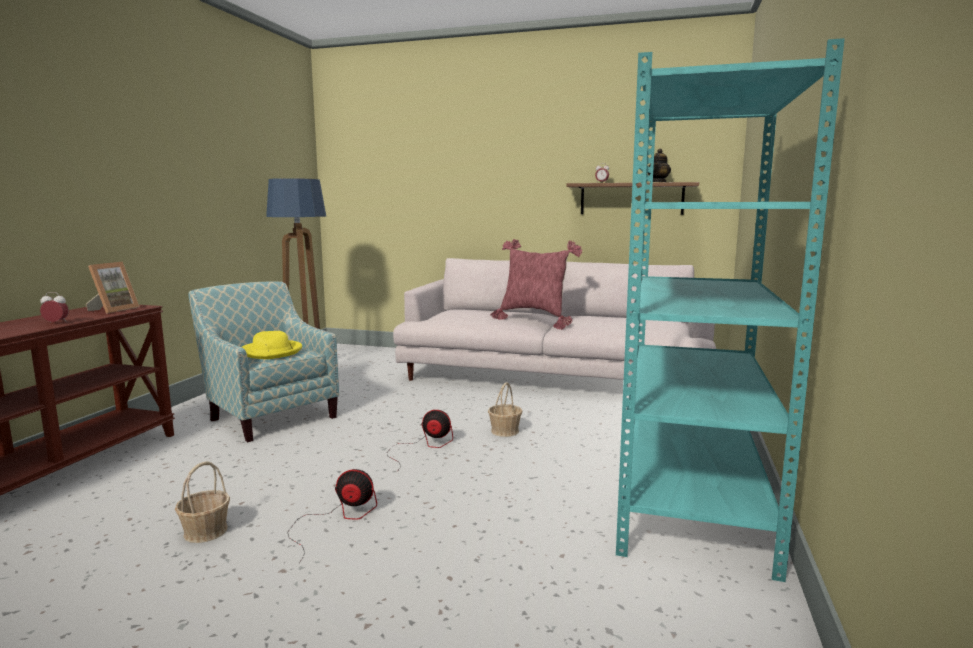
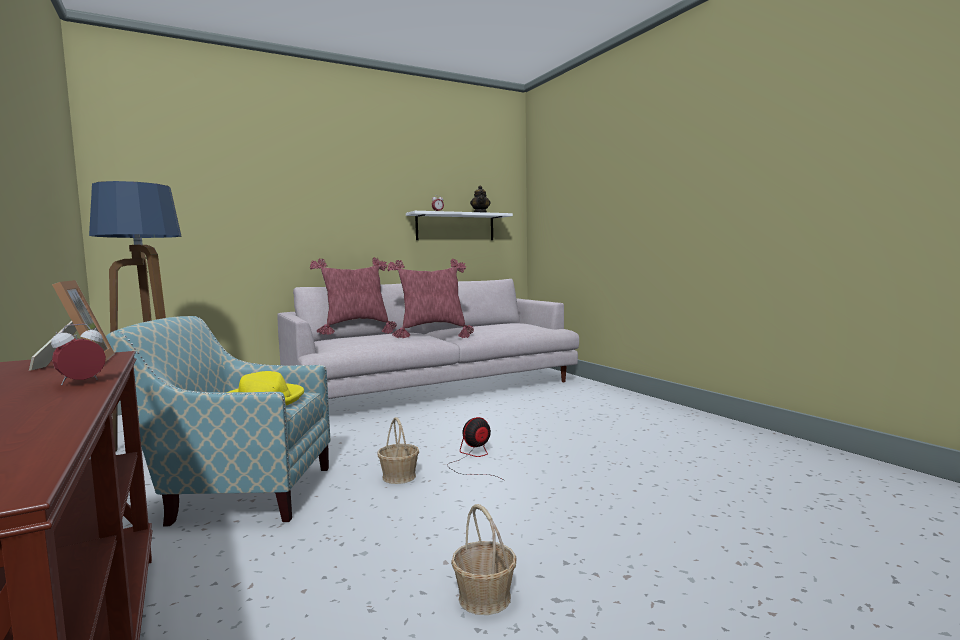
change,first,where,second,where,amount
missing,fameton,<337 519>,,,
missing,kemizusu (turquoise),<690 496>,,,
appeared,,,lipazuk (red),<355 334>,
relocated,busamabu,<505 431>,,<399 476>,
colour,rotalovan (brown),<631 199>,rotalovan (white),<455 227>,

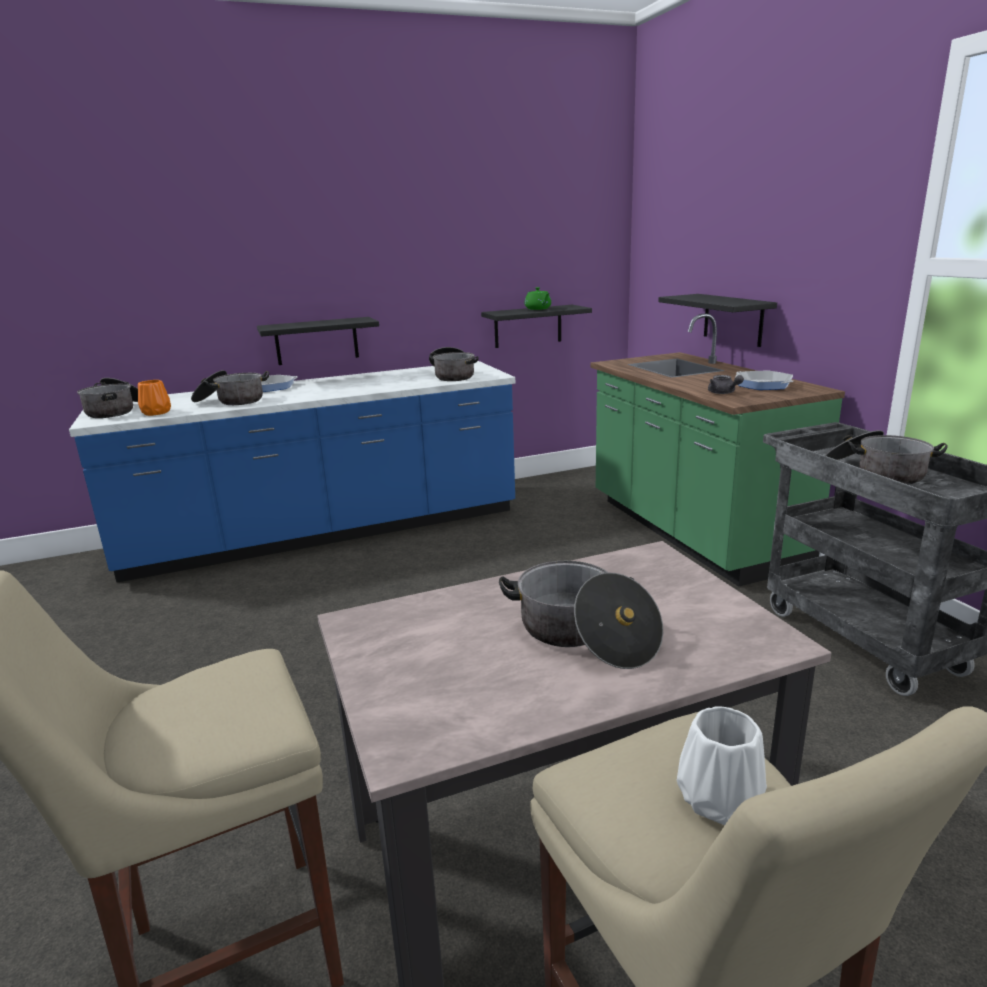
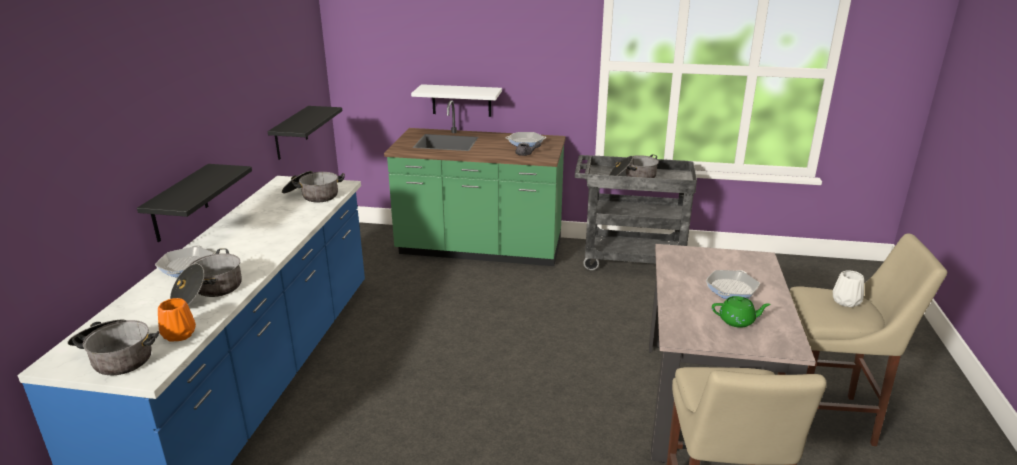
change,first,where,second,where,amount
relocated,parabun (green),<538 309>,,<737 321>,
exchanged,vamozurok,<583 635>,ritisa,<731 289>,
colour,rotalovan (black),<733 319>,rotalovan (white),<461 100>,

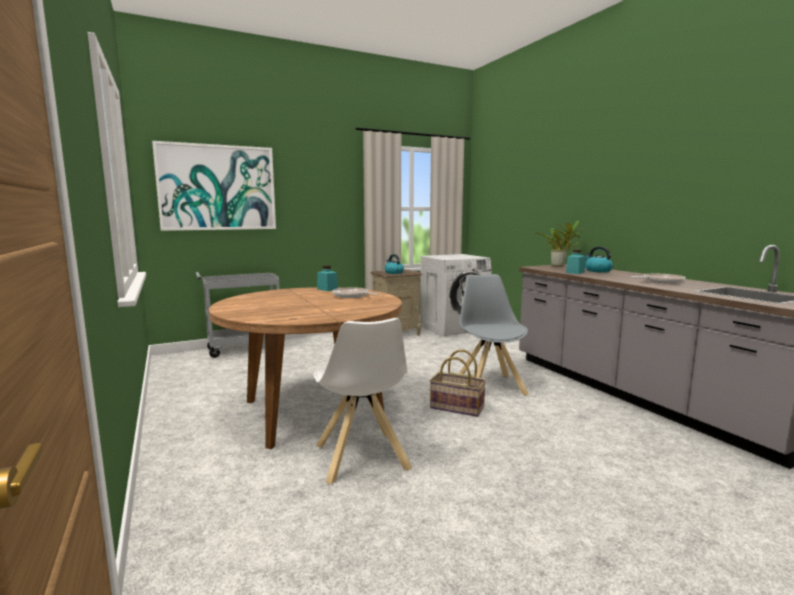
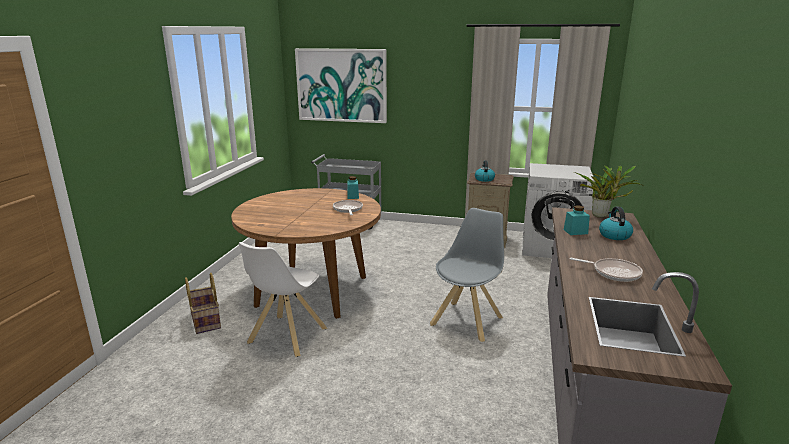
change,first,where,second,where,amount
relocated,busamabu,<456 407>,,<205 321>,

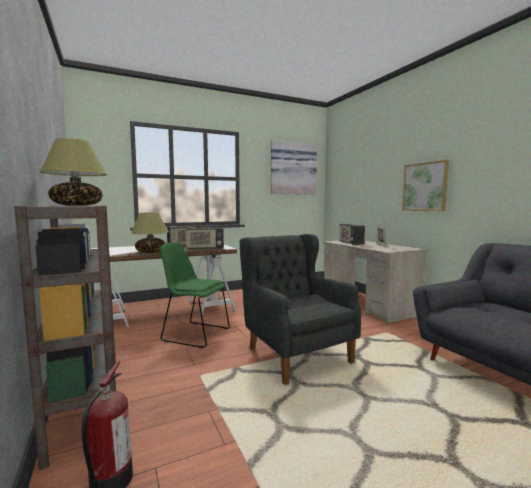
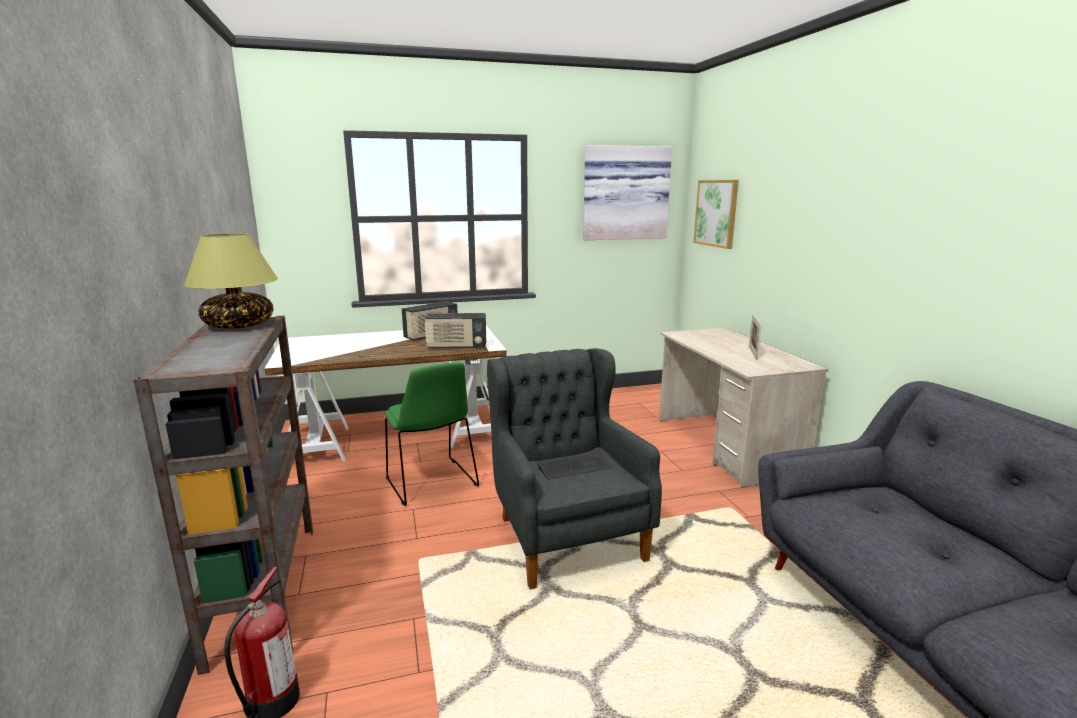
change,first,where,second,where,amount
missing,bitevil,<150 252>,,,
missing,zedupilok,<350 243>,,,
relocated,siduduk,<425 187>,,<716 213>,
spun,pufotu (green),<194 334>,,<432 483>,150 degrees counterclockwise

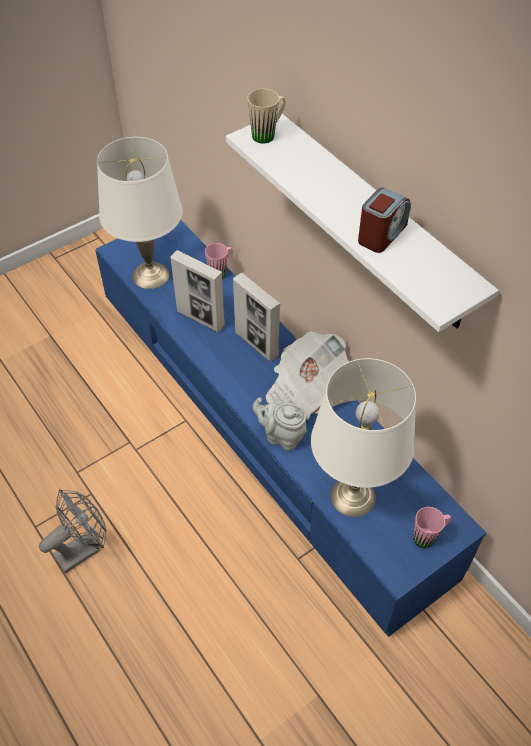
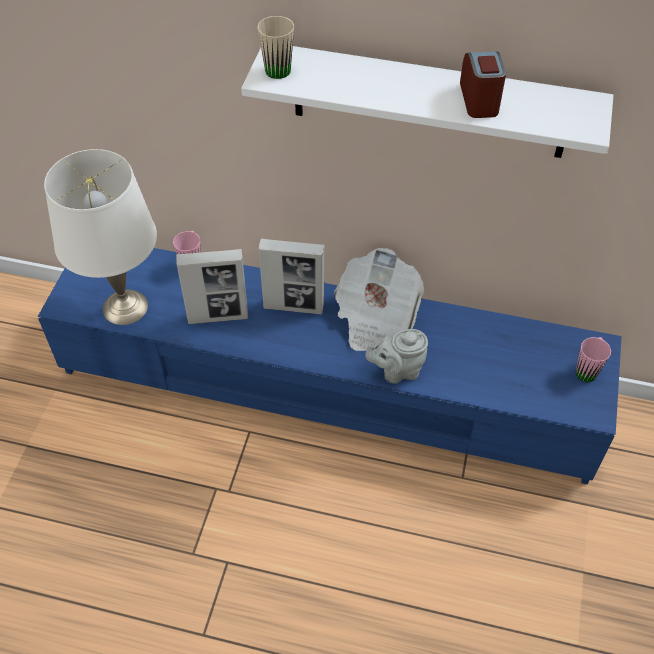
change,first,where,second,where,amount
missing,fameton (grey),<83 548>,,,
missing,bitevil (white),<352 495>,,,

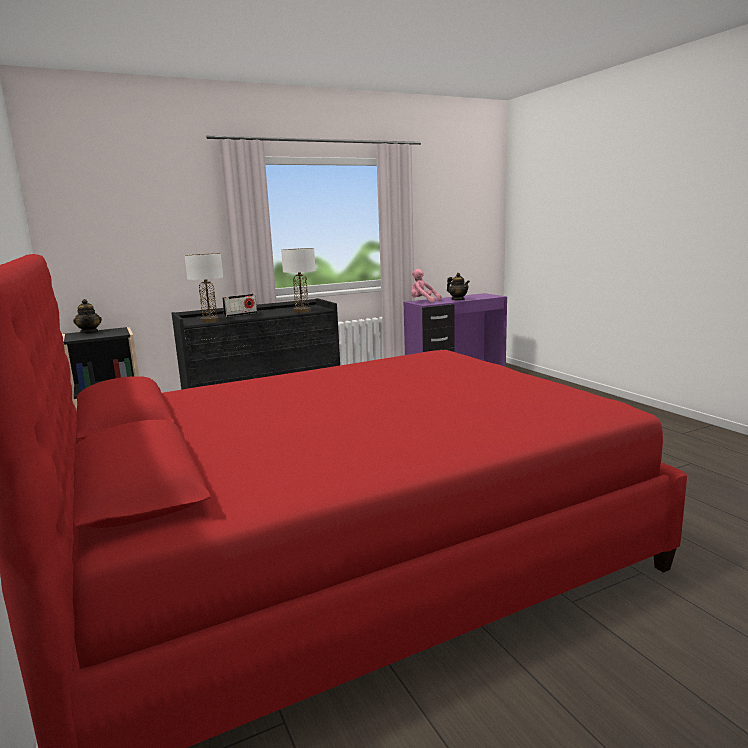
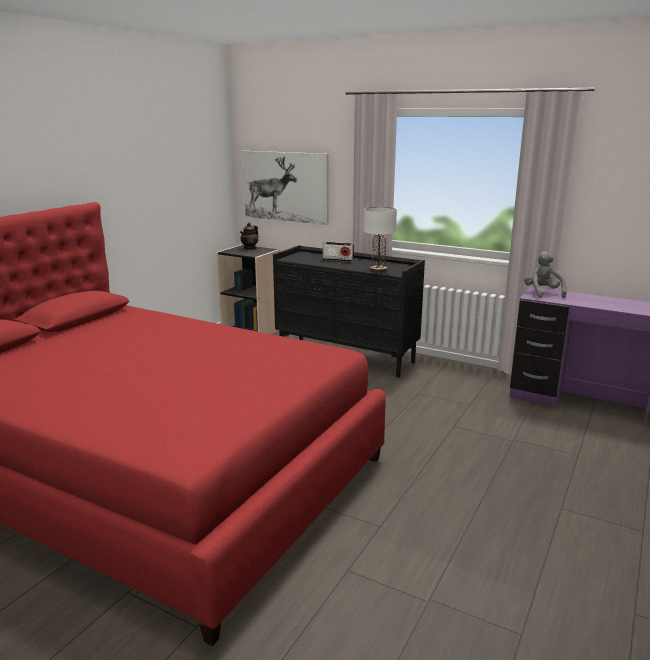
change,first,where,second,where,amount
missing,bitevil,<210 321>,,,
missing,parabun,<458 300>,,,
appeared,,,siduduk,<285 186>,
colour,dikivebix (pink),<423 302>,dikivebix (grey),<542 293>,

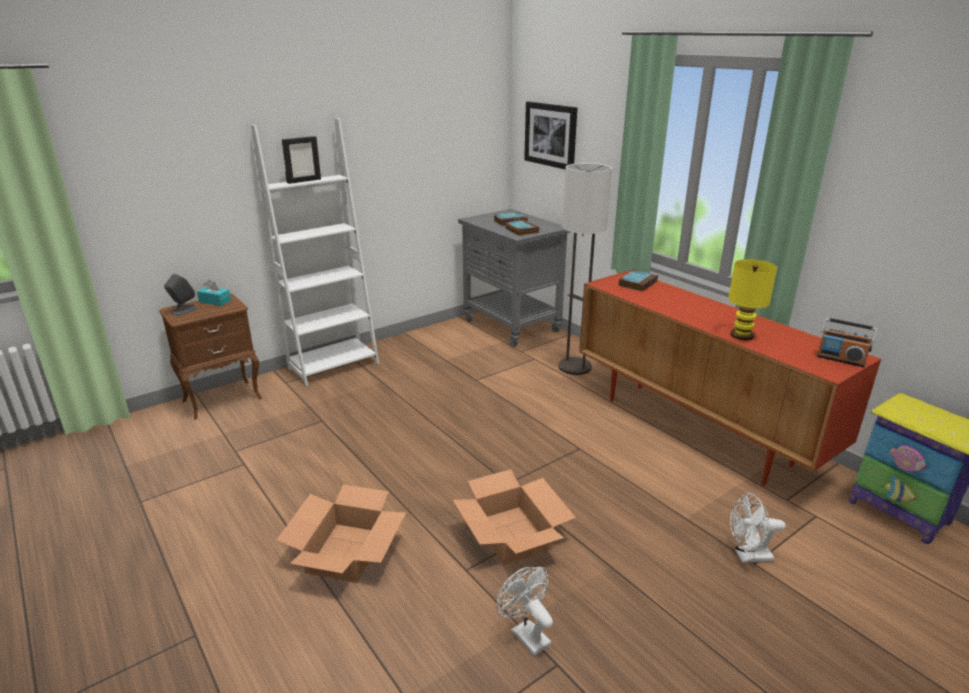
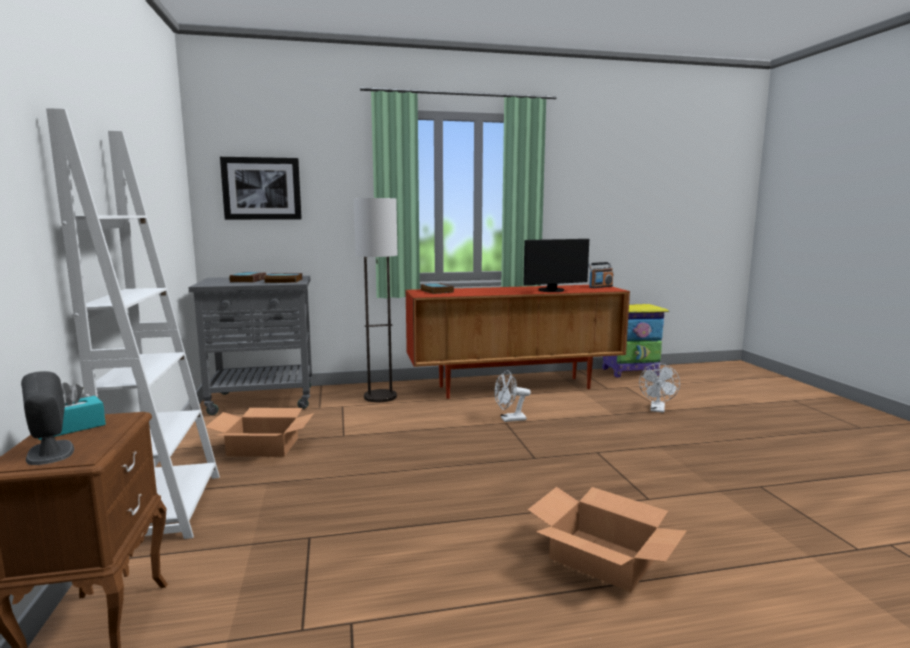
change,first,where,second,where,amount
missing,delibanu,<304 181>,,,
relocated,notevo,<512 534>,,<263 447>,
relocated,fameton (white),<525 634>,,<509 419>,
exchanged,bitevil (yellow),<742 335>,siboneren,<553 291>,

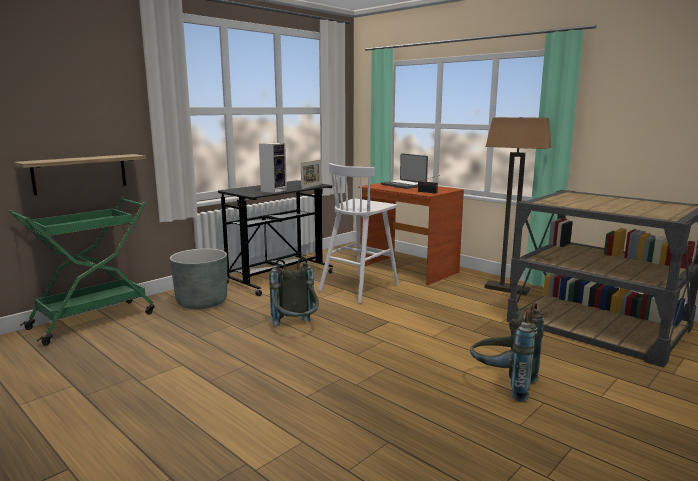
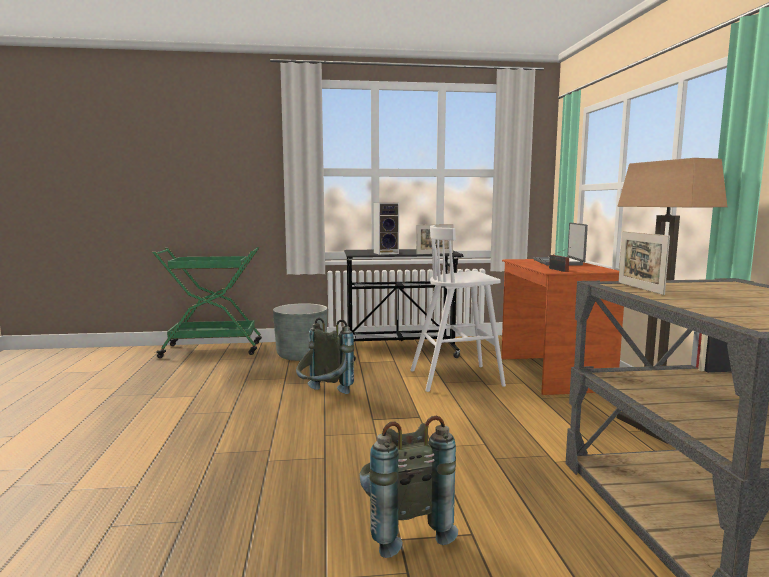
change,first,where,second,where,amount
missing,rotalovan,<80 174>,,,
appeared,,,delibanu,<639 288>,

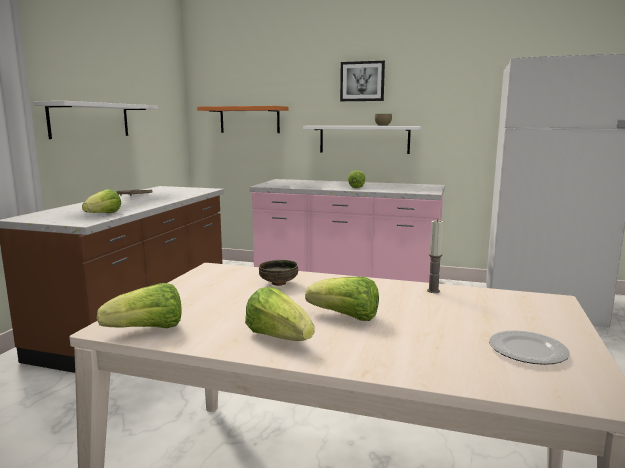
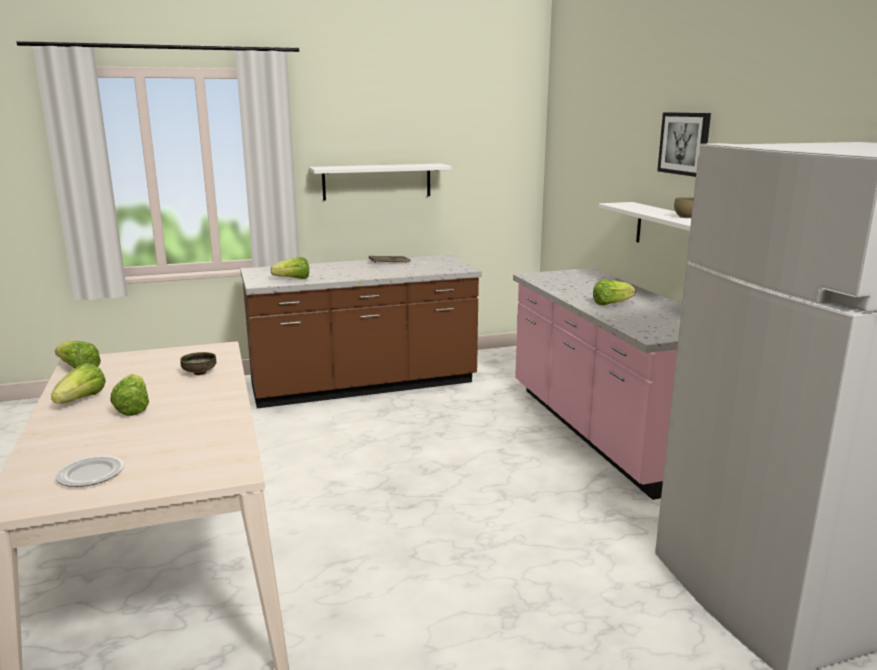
change,first,where,second,where,amount
missing,rotalovan (orange),<249 120>,,,
missing,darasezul,<433 291>,,,

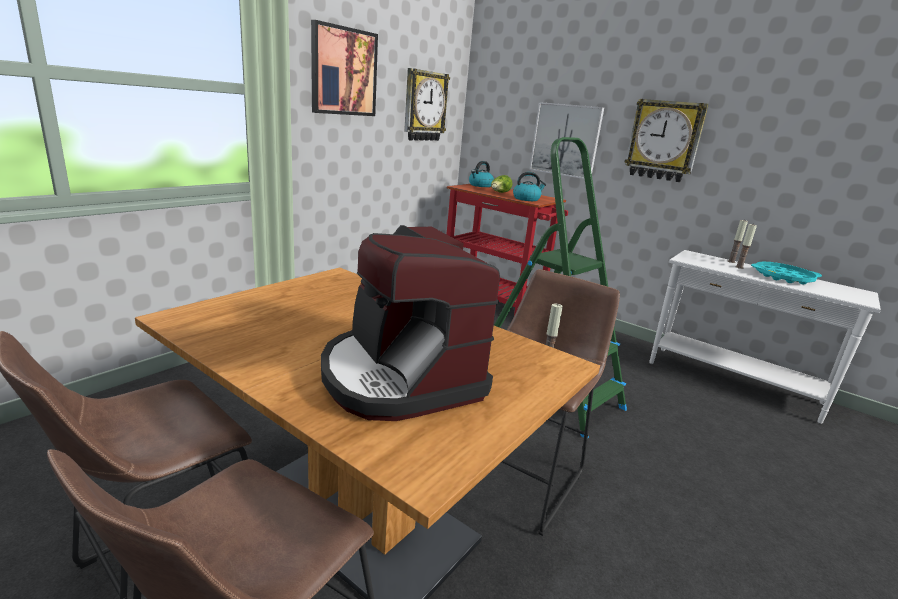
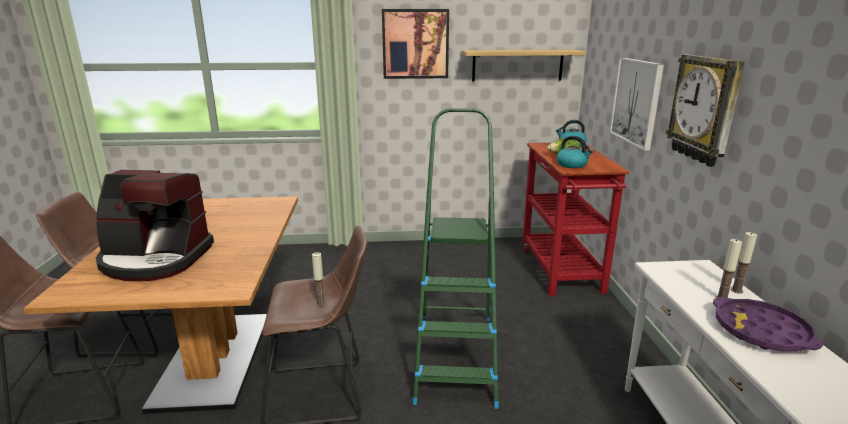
change,first,where,second,where,amount
exchanged,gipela,<424 106>,rotalovan,<517 65>,
colour,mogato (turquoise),<783 277>,mogato (purple),<761 331>,
spun,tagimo,<400 376>,,<155 259>,105 degrees counterclockwise

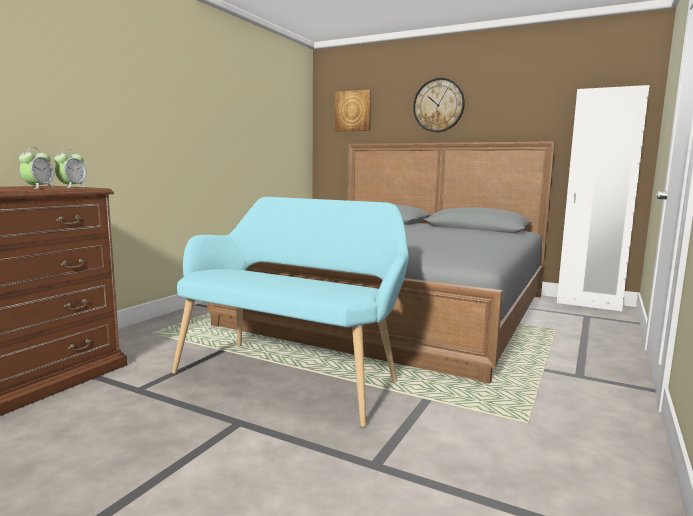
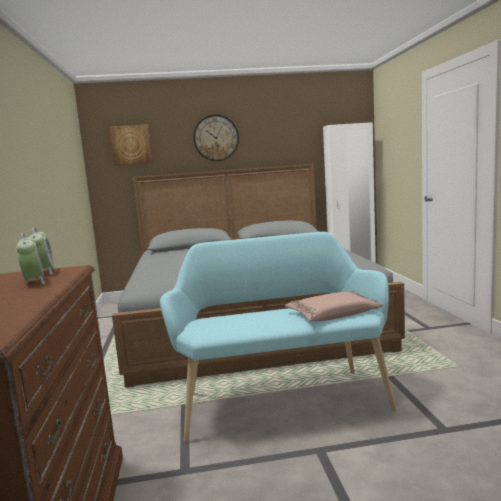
change,first,where,second,where,amount
appeared,,,lipazuk (beige),<333 312>,

